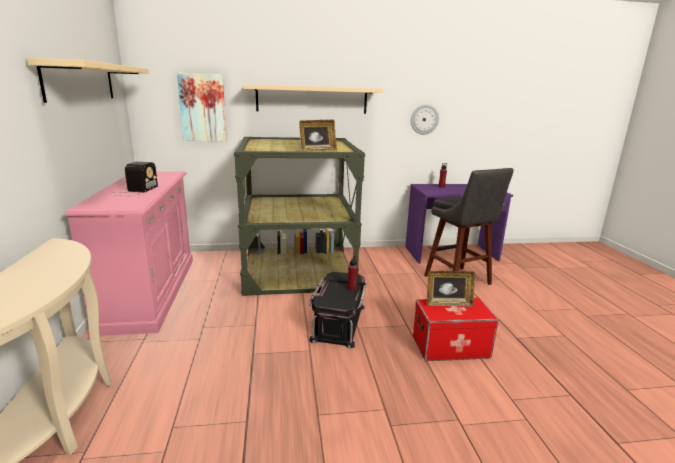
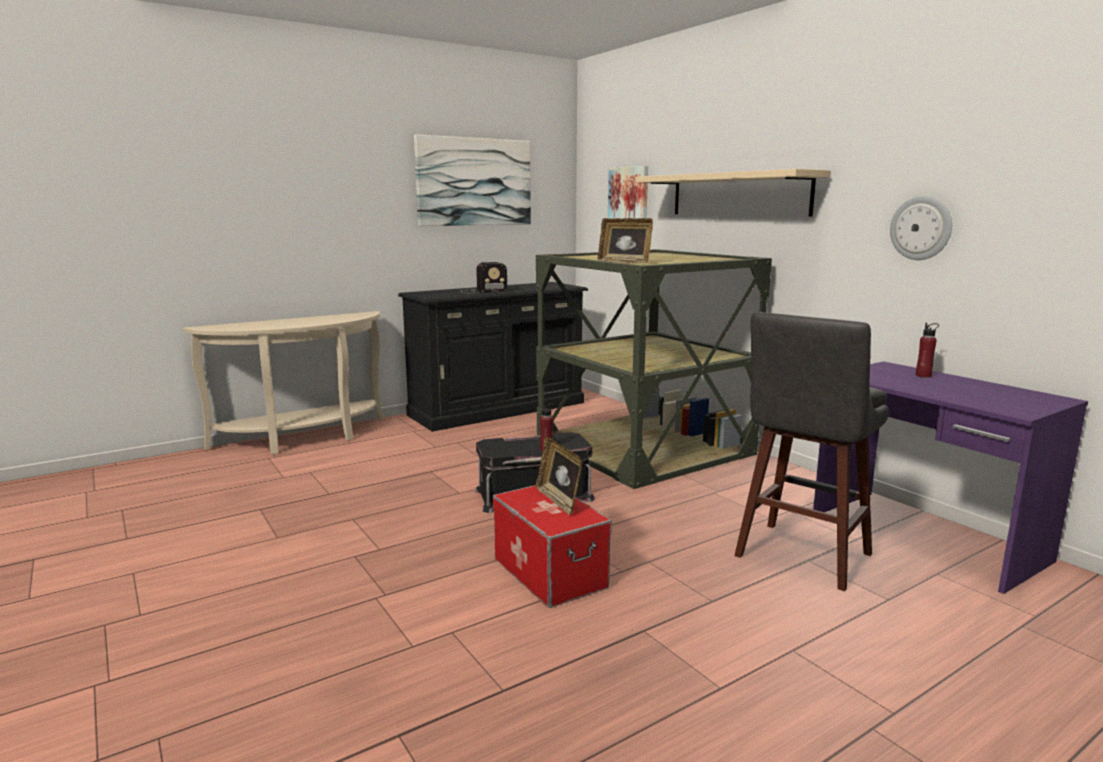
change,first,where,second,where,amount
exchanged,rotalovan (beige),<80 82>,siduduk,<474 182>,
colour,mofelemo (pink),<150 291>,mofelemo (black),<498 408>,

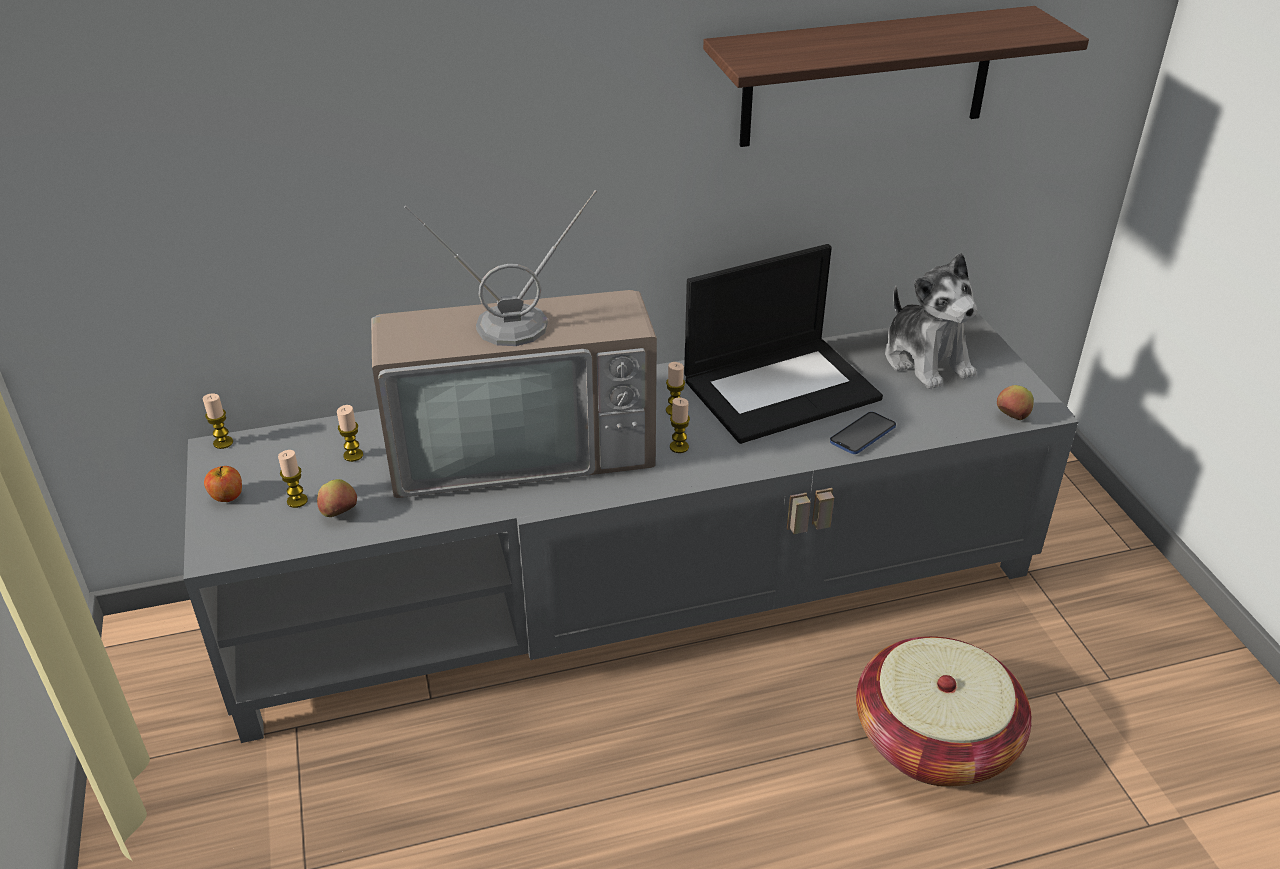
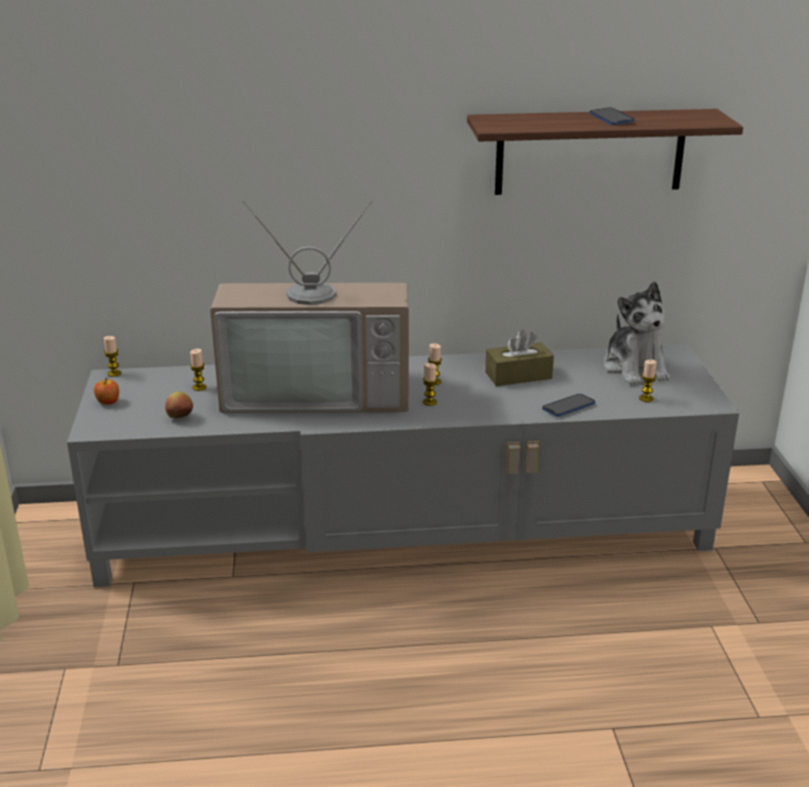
change,first,where,second,where,amount
missing,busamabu,<934 740>,,,
missing,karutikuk,<1012 417>,,,
appeared,,,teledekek,<611 118>,
relocated,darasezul,<297 501>,,<646 398>,
exchanged,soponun,<781 388>,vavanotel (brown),<518 375>,

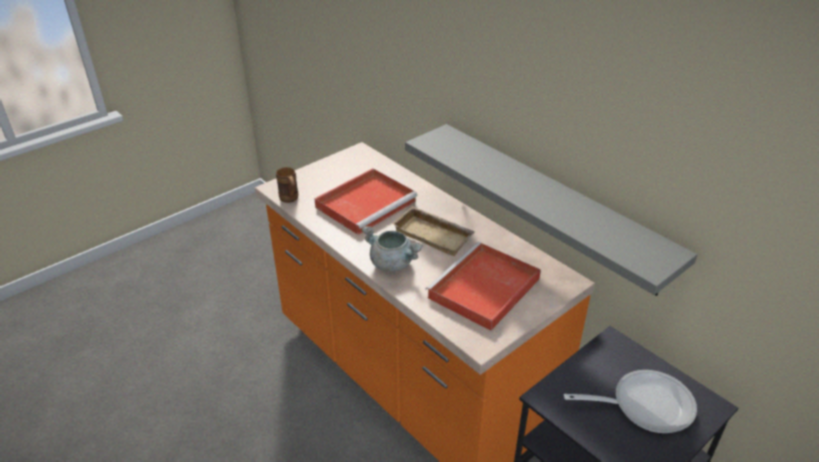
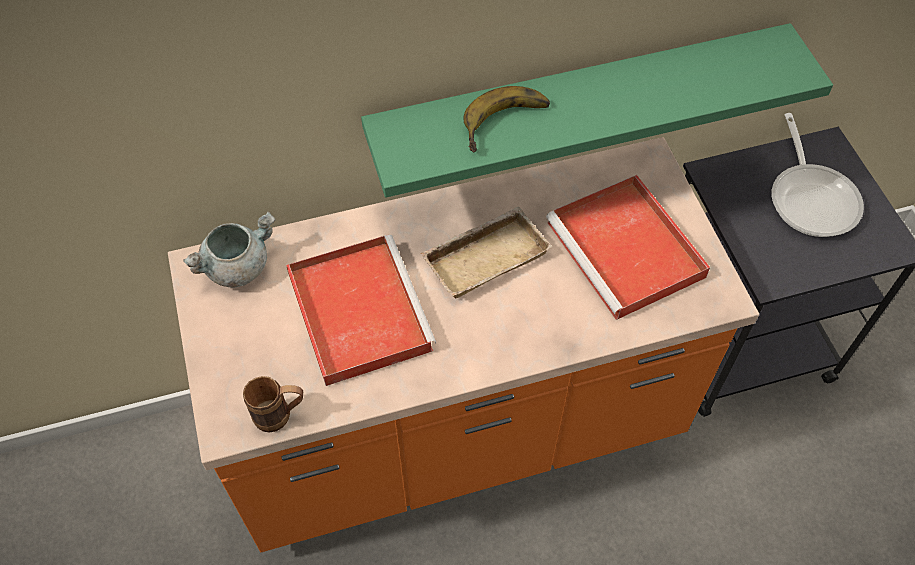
change,first,where,second,where,amount
appeared,,,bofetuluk,<508 125>,
relocated,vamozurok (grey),<393 263>,,<237 266>,
colour,rotalovan (grey),<551 206>,rotalovan (green),<578 100>,
spun,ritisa,<644 405>,,<811 198>,150 degrees clockwise

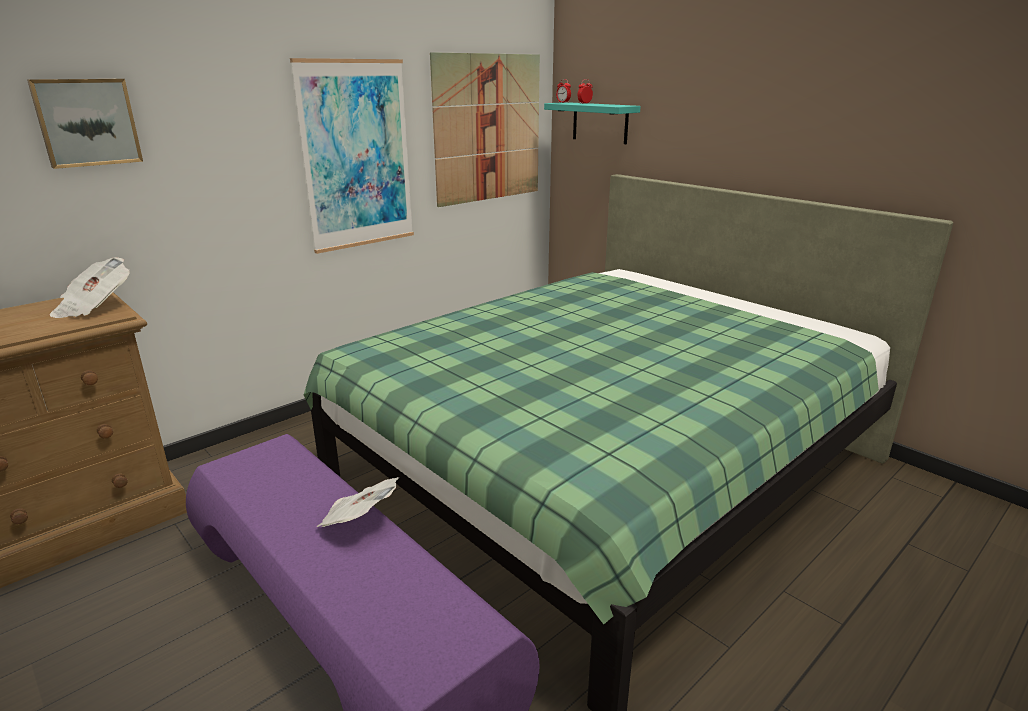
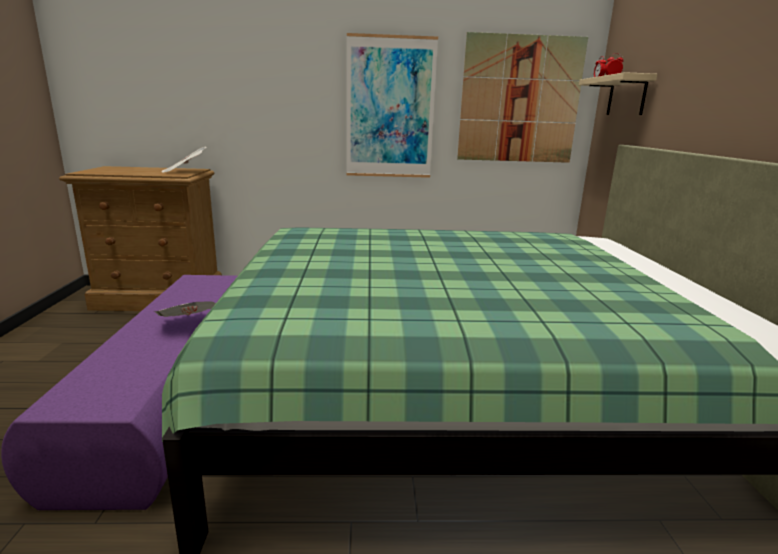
change,first,where,second,where,amount
missing,siduduk,<87 122>,,,
colour,rotalovan (turquoise),<600 123>,rotalovan (beige),<626 96>,

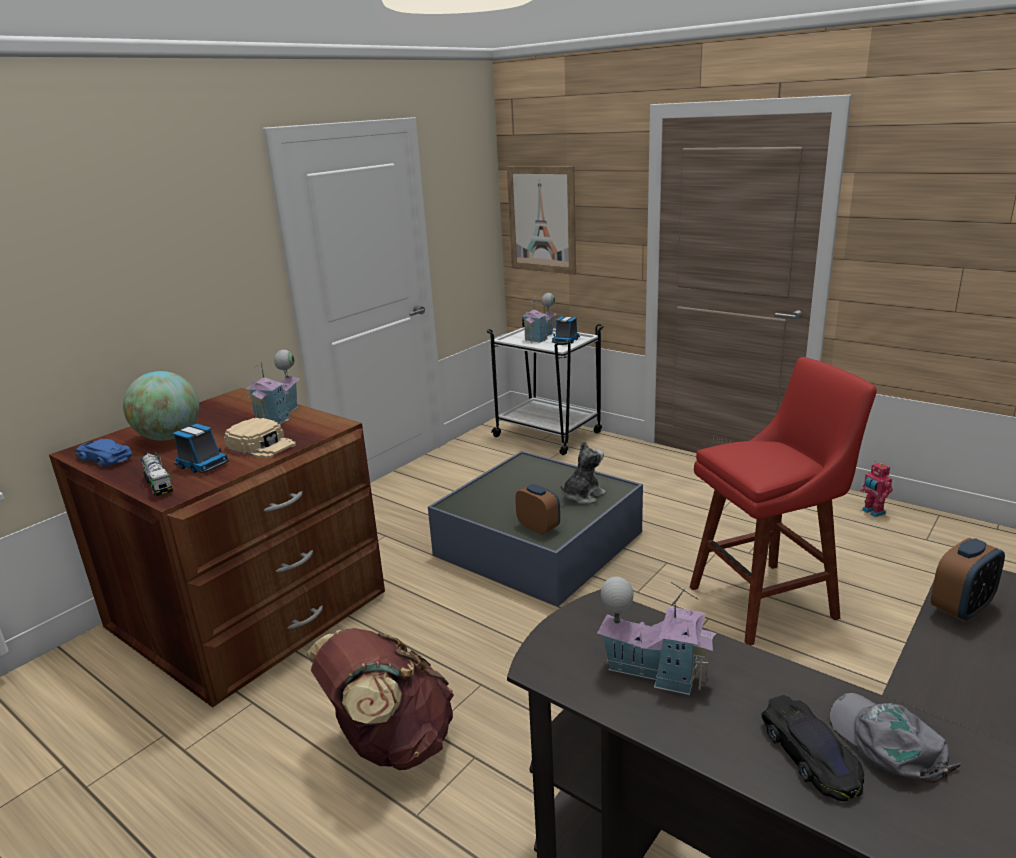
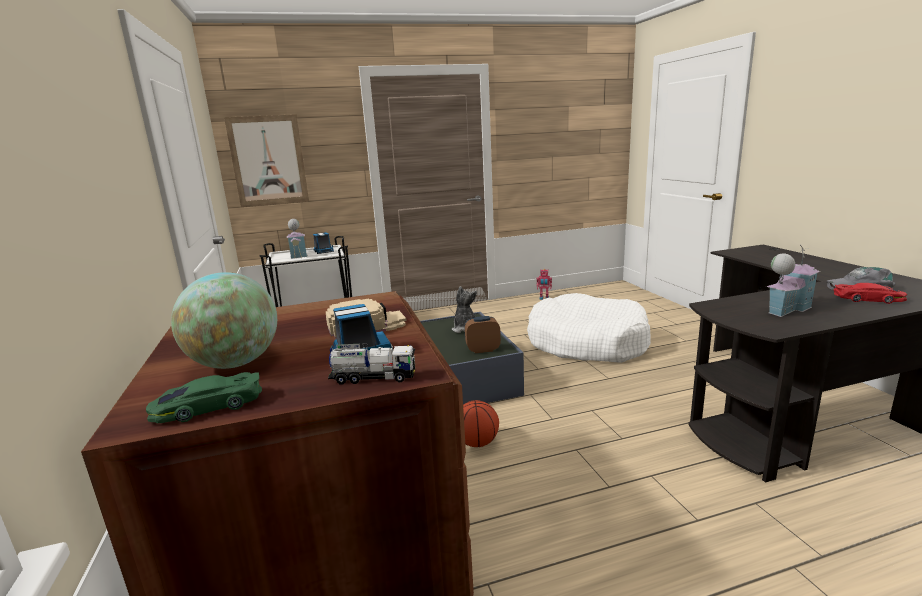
change,first,where,second,where,amount
missing,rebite,<280 415>,,,
missing,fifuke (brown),<390 743>,,,
missing,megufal,<961 608>,,,
appeared,,,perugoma,<477 443>,
exchanged,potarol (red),<766 602>,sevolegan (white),<586 343>,
colour,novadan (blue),<104 458>,novadan (green),<208 406>,
colour,novadan (black),<810 755>,novadan (red),<868 299>,

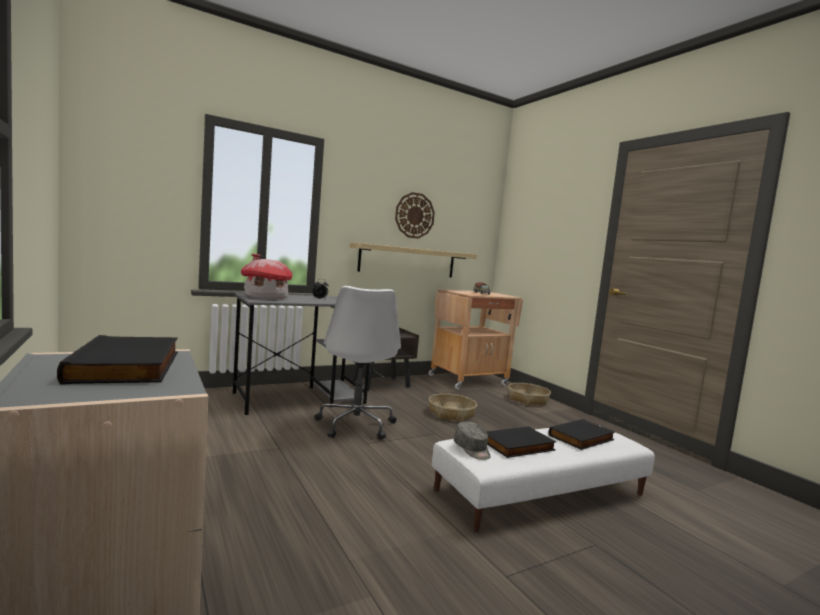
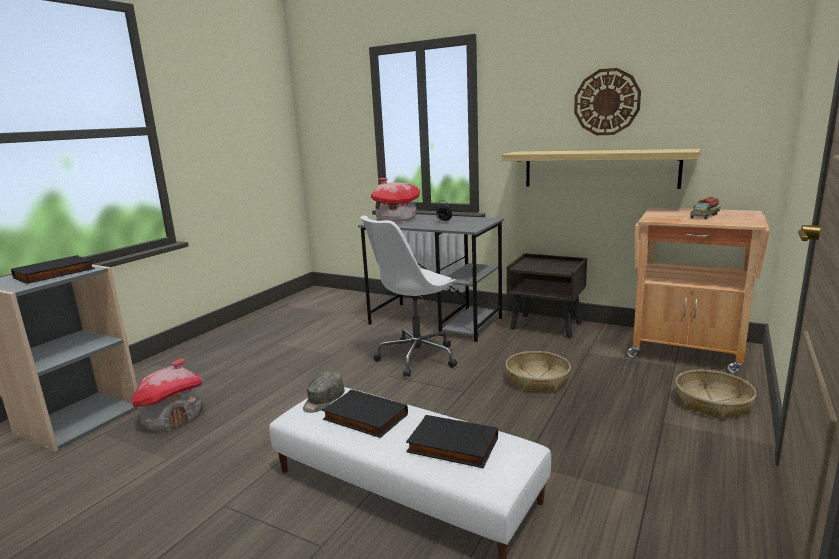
change,first,where,second,where,amount
appeared,,,rebite,<173 418>,

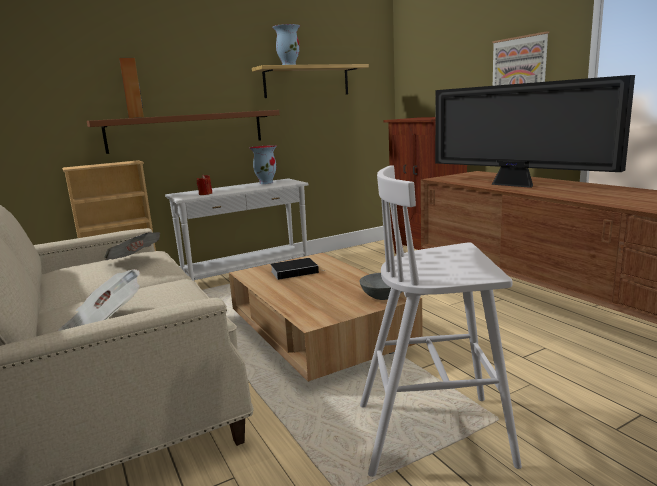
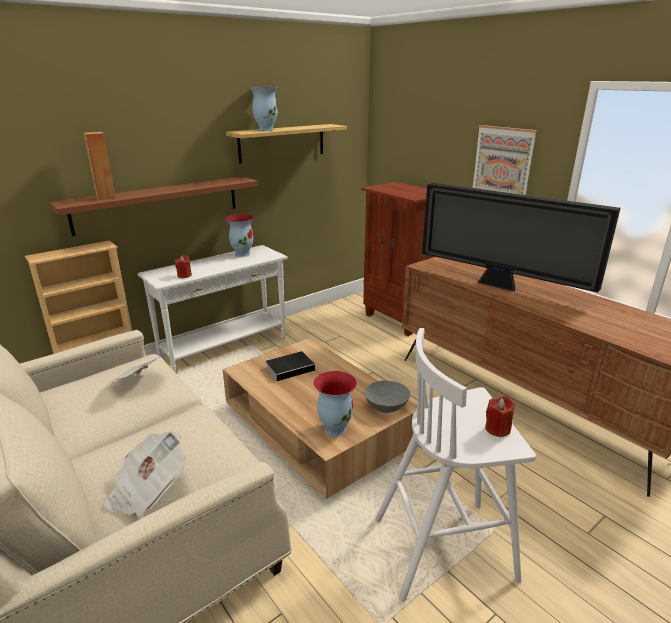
change,first,where,second,where,amount
appeared,,,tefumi,<335 428>,
appeared,,,darasezul (red),<497 429>,

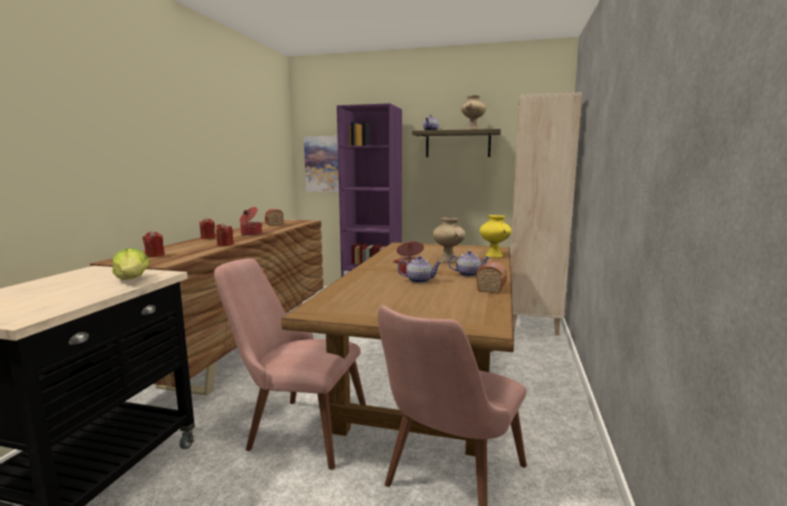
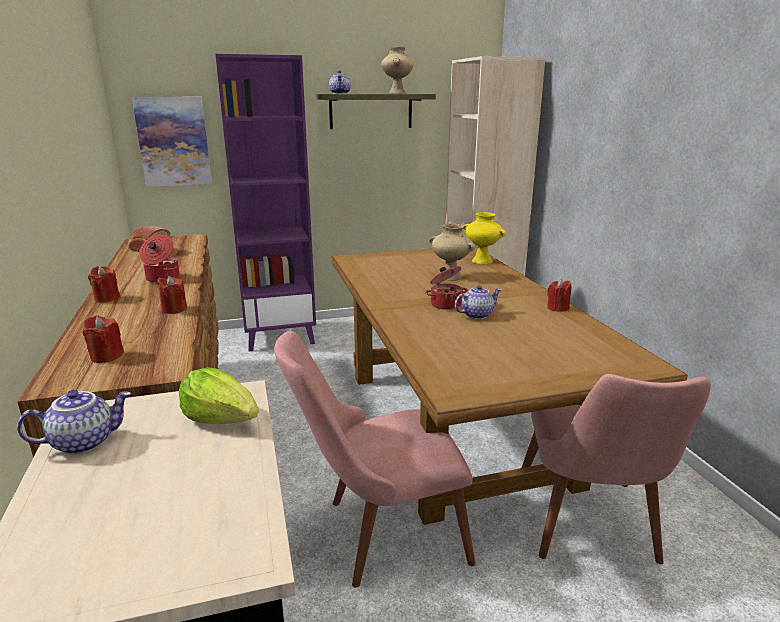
change,first,where,second,where,amount
relocated,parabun,<468 274>,,<84 442>,
exchanged,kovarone,<492 286>,darasezul (red),<557 308>,

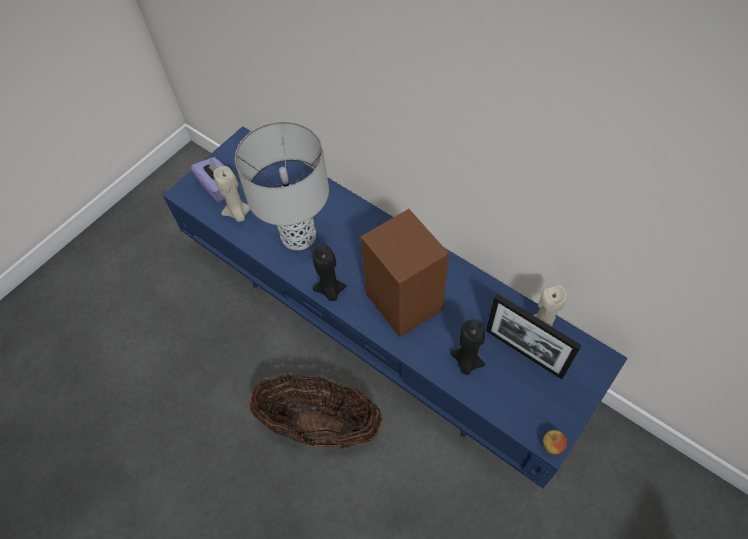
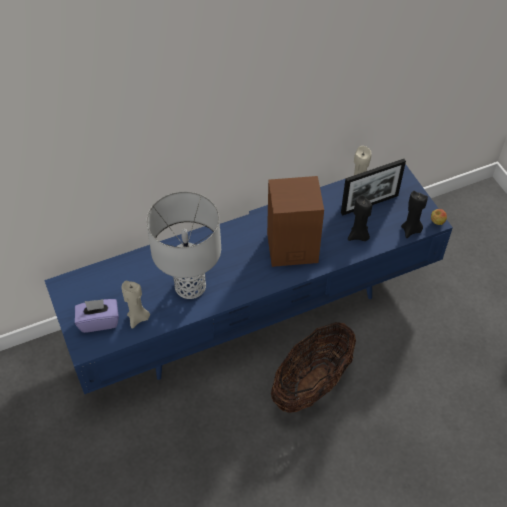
change,first,where,second,where,amount
relocated,darasezul (black),<330 291>,,<411 230>,

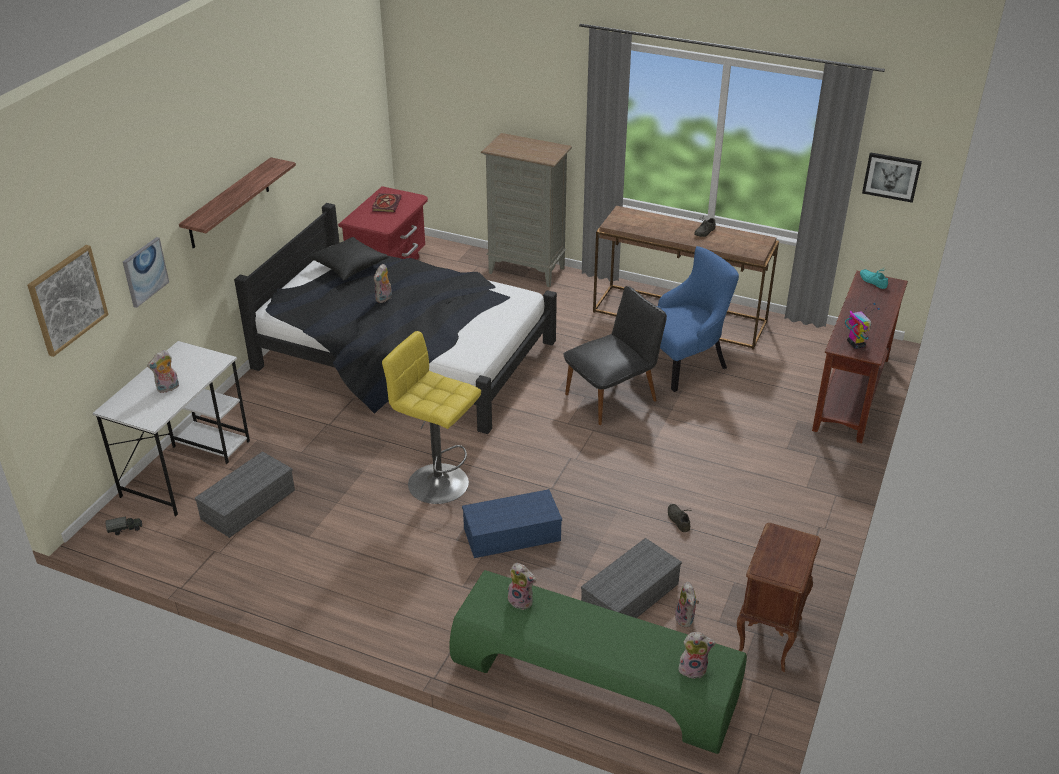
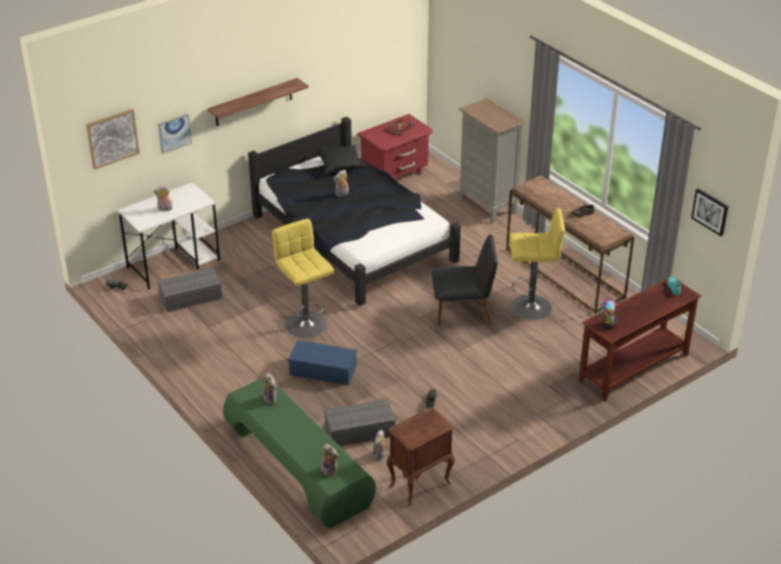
change,first,where,second,where,amount
exchanged,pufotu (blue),<682 366>,potarol (yellow),<531 307>,

